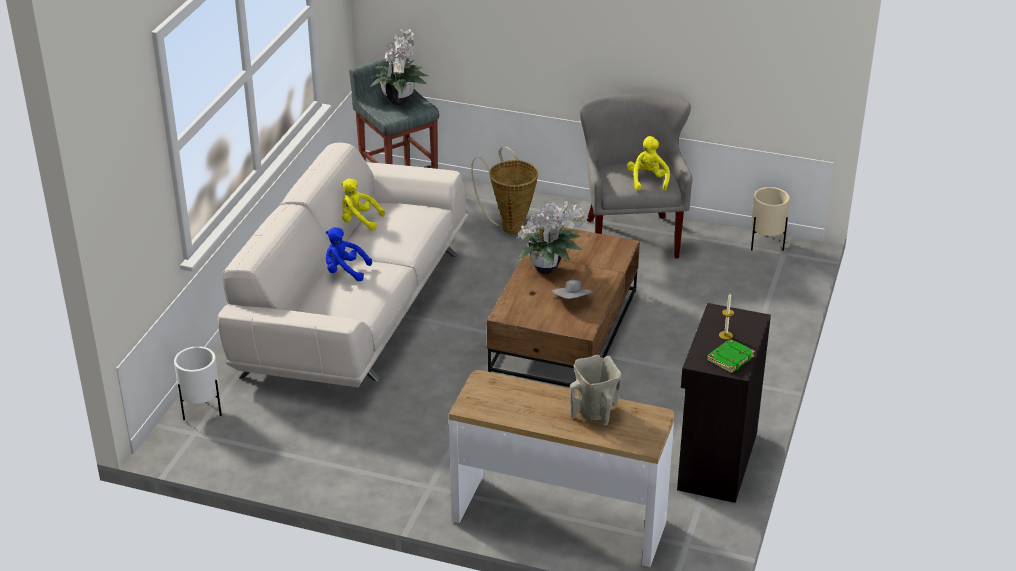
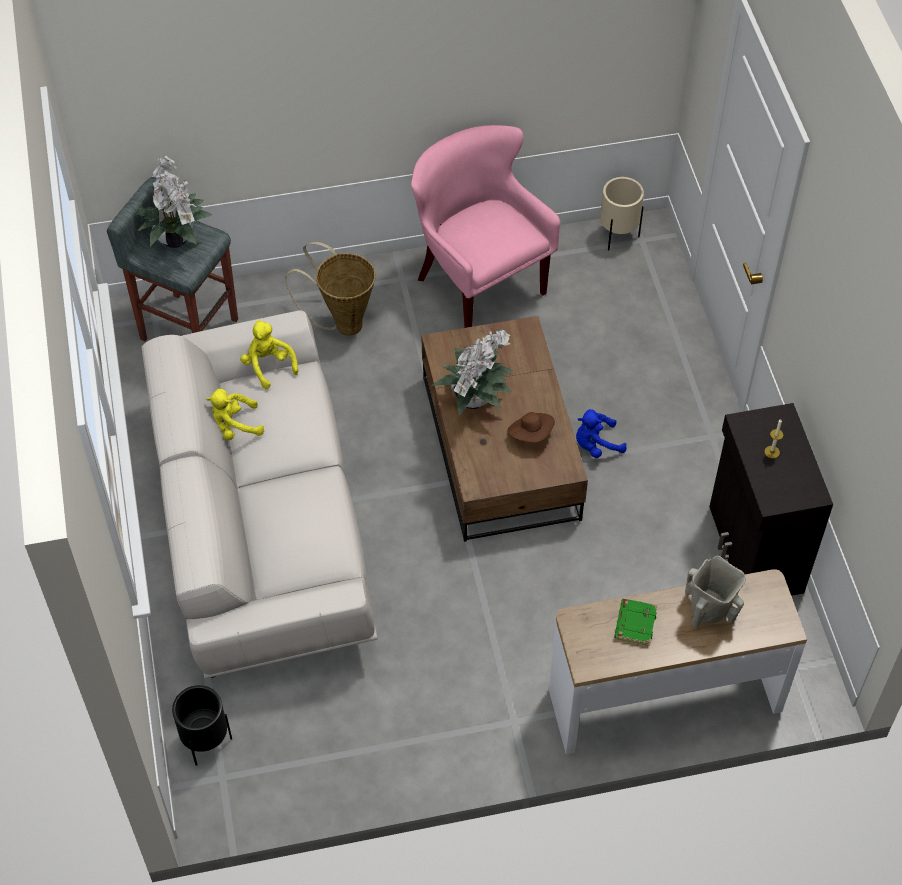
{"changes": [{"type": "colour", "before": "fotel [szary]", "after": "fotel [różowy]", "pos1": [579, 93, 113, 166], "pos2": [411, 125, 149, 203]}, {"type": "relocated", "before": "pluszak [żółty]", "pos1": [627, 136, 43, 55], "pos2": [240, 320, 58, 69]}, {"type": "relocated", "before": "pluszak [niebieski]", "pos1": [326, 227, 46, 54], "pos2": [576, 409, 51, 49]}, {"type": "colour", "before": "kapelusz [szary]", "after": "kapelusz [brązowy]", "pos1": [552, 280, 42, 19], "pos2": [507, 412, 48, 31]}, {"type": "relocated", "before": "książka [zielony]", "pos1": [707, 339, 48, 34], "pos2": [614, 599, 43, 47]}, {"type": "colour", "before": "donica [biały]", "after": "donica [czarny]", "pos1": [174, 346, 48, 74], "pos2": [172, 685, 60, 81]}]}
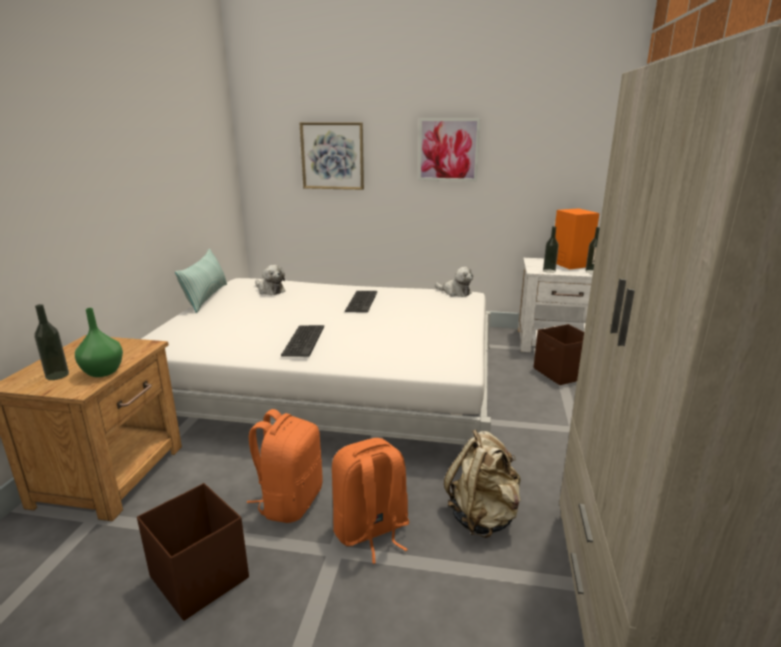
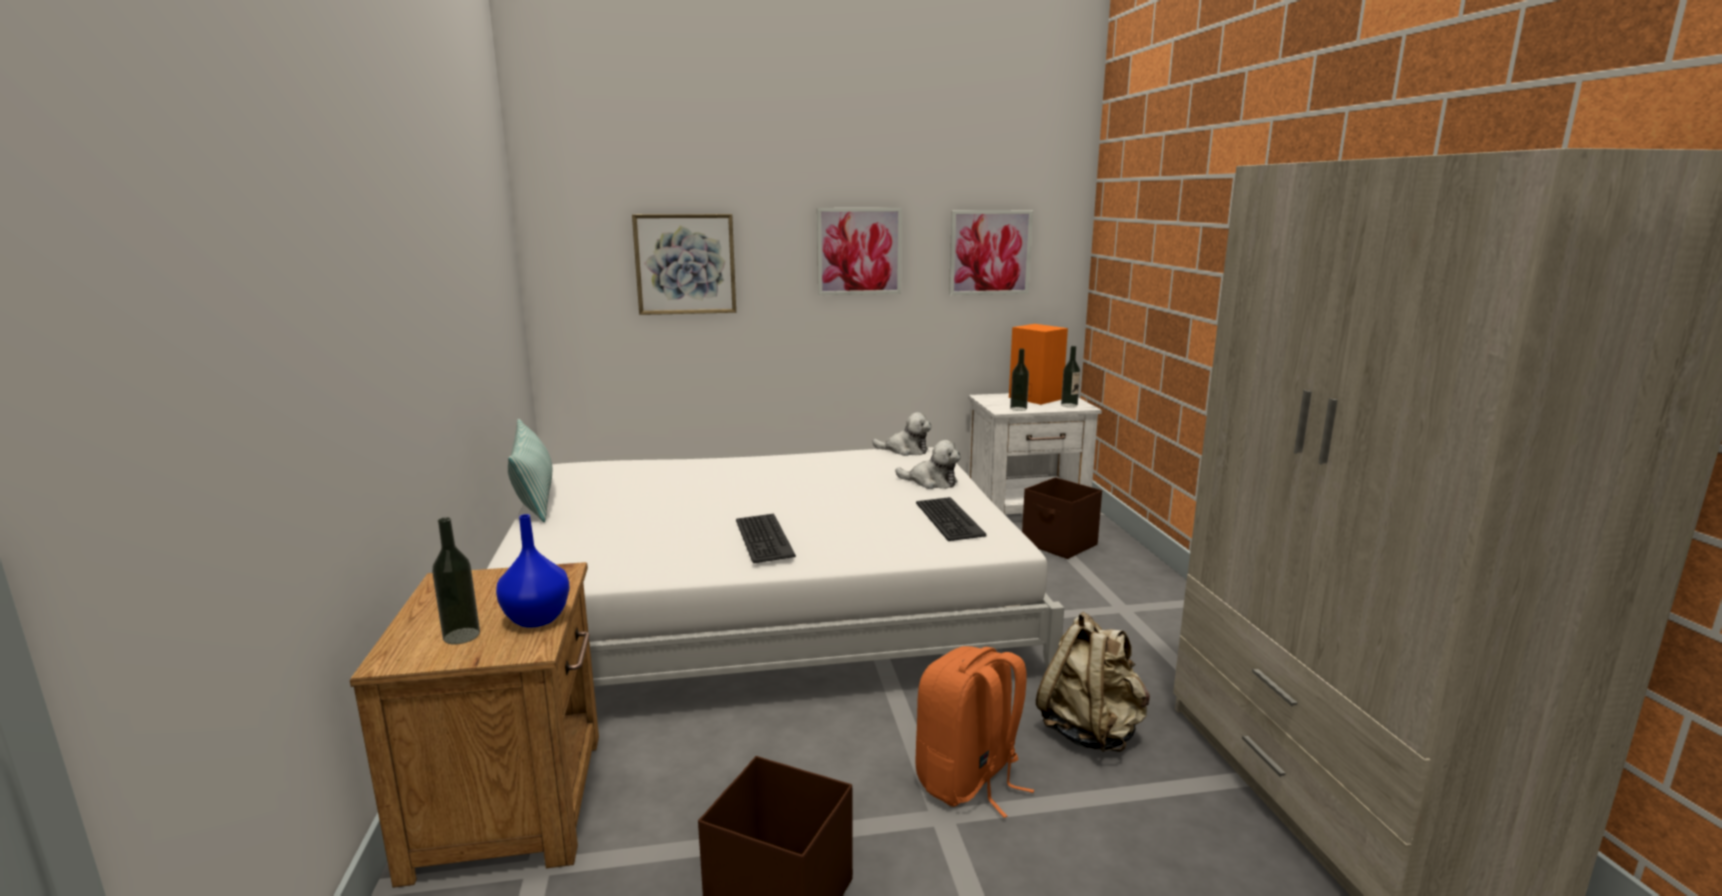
{"changes": [{"type": "relocated", "before": "pluszak", "pos1": [255, 265, 30, 30], "pos2": [895, 440, 66, 49]}, {"type": "relocated", "before": "klawiatura", "pos1": [345, 291, 32, 21], "pos2": [916, 497, 71, 44]}, {"type": "colour", "before": "wazon [zielony]", "after": "wazon [niebieski]", "pos1": [75, 308, 48, 69], "pos2": [496, 514, 74, 114]}, {"type": "missing", "before": "plecak [pomarańczowy]", "pos1": [247, 409, 76, 114]}, {"type": "appeared", "after": "obraz", "pos2": [949, 210, 84, 85]}]}
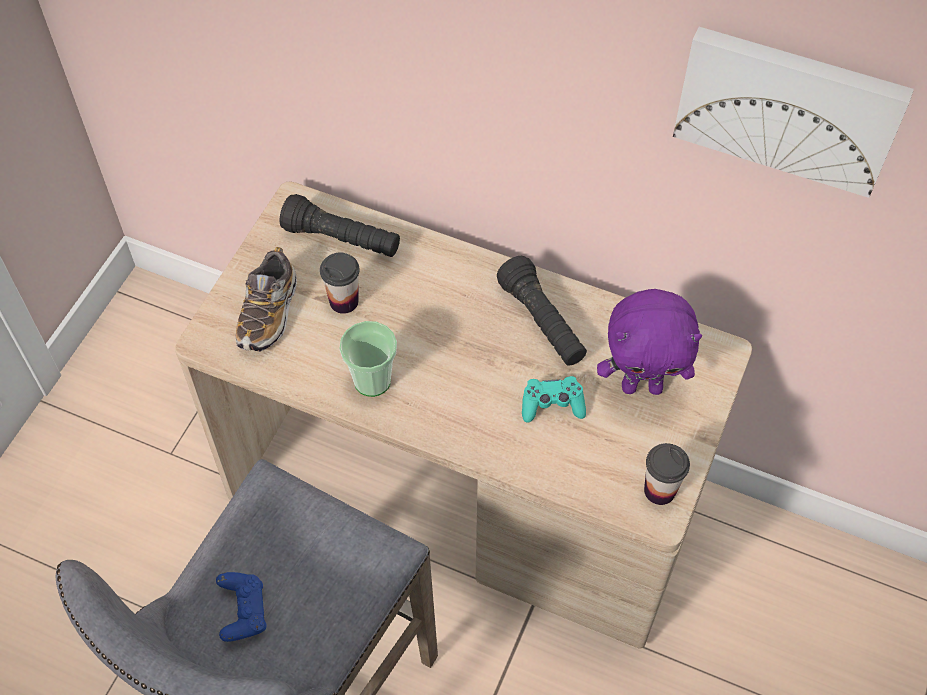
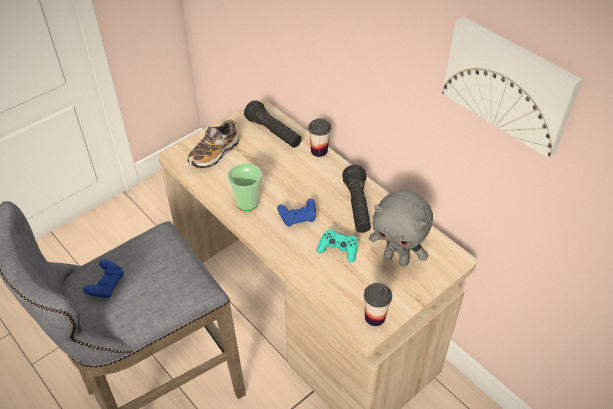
{"changes": [{"type": "relocated", "before": "filiżanka", "pos1": [320, 253, 40, 61], "pos2": [308, 119, 23, 38]}, {"type": "colour", "before": "pluszak [fioletowy]", "after": "pluszak [szary]", "pos1": [597, 289, 105, 106], "pos2": [369, 190, 64, 77]}, {"type": "appeared", "after": "pad do gier [niebieski]", "pos2": [277, 198, 39, 29]}]}
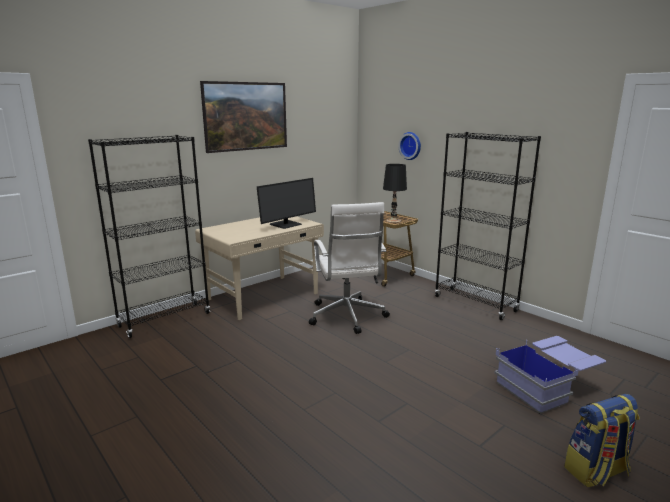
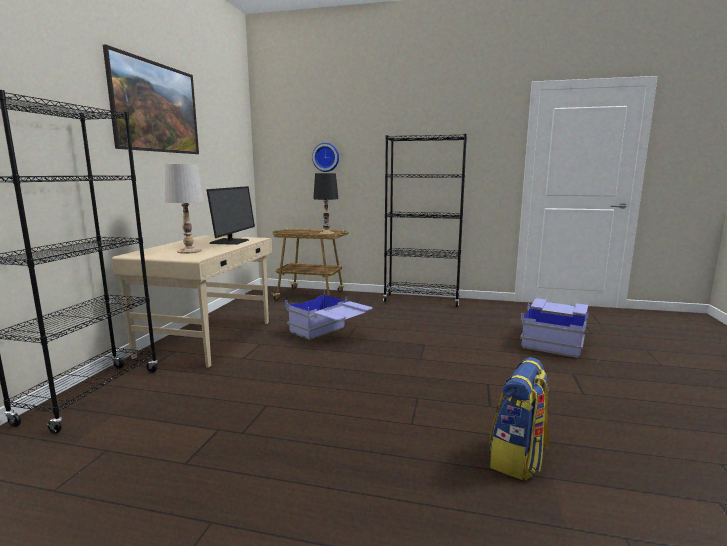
{"changes": [{"type": "exchanged", "before": "krzesło biurowe [biały]", "after": "pojemnik do przechowywania [niebieski]", "pos1": [309, 202, 81, 132], "pos2": [285, 295, 88, 45]}, {"type": "relocated", "before": "plecak", "pos1": [564, 394, 75, 93], "pos2": [489, 357, 60, 124]}, {"type": "appeared", "after": "lampa stołowa [biały]", "pos2": [165, 164, 39, 90]}]}
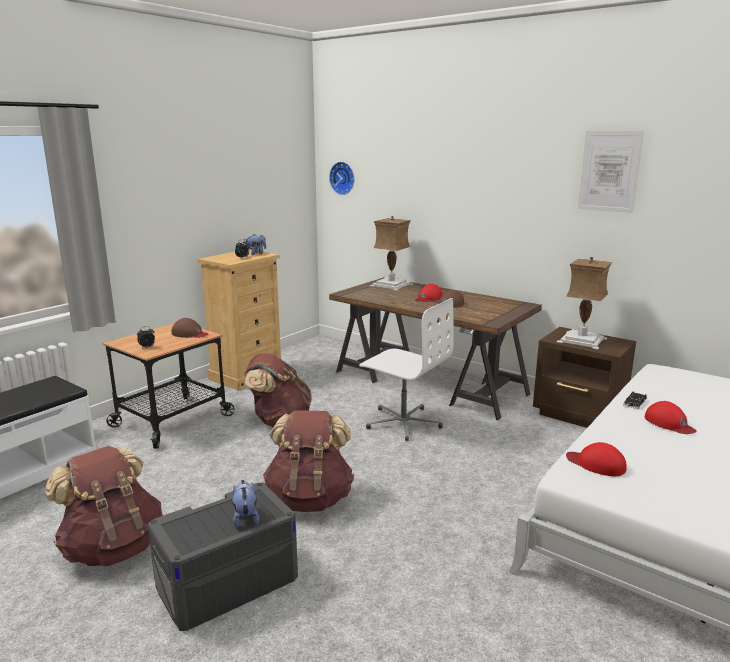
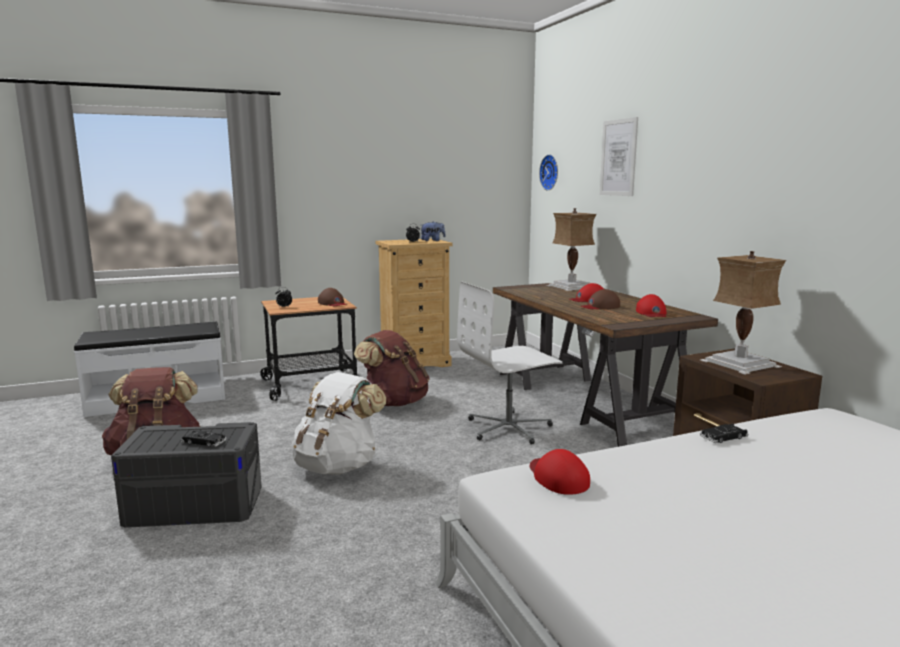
{"changes": [{"type": "relocated", "before": "obraz", "pos1": [578, 131, 67, 82], "pos2": [600, 117, 38, 79]}, {"type": "spun", "before": "krzesło biurowe [biały]", "pos1": [359, 298, 95, 143], "pos2": [457, 281, 106, 163], "turn": 90}, {"type": "relocated", "before": "czapka z daszkiem [czerwony]", "pos1": [645, 401, 52, 33], "pos2": [636, 294, 31, 23]}, {"type": "colour", "before": "plecak [brązowy]", "after": "plecak [biały]", "pos1": [263, 410, 91, 102], "pos2": [292, 372, 94, 103]}, {"type": "exchanged", "before": "pluszak", "after": "samochodzik [czarny]", "pos1": [232, 480, 27, 48], "pos2": [181, 431, 45, 16]}]}
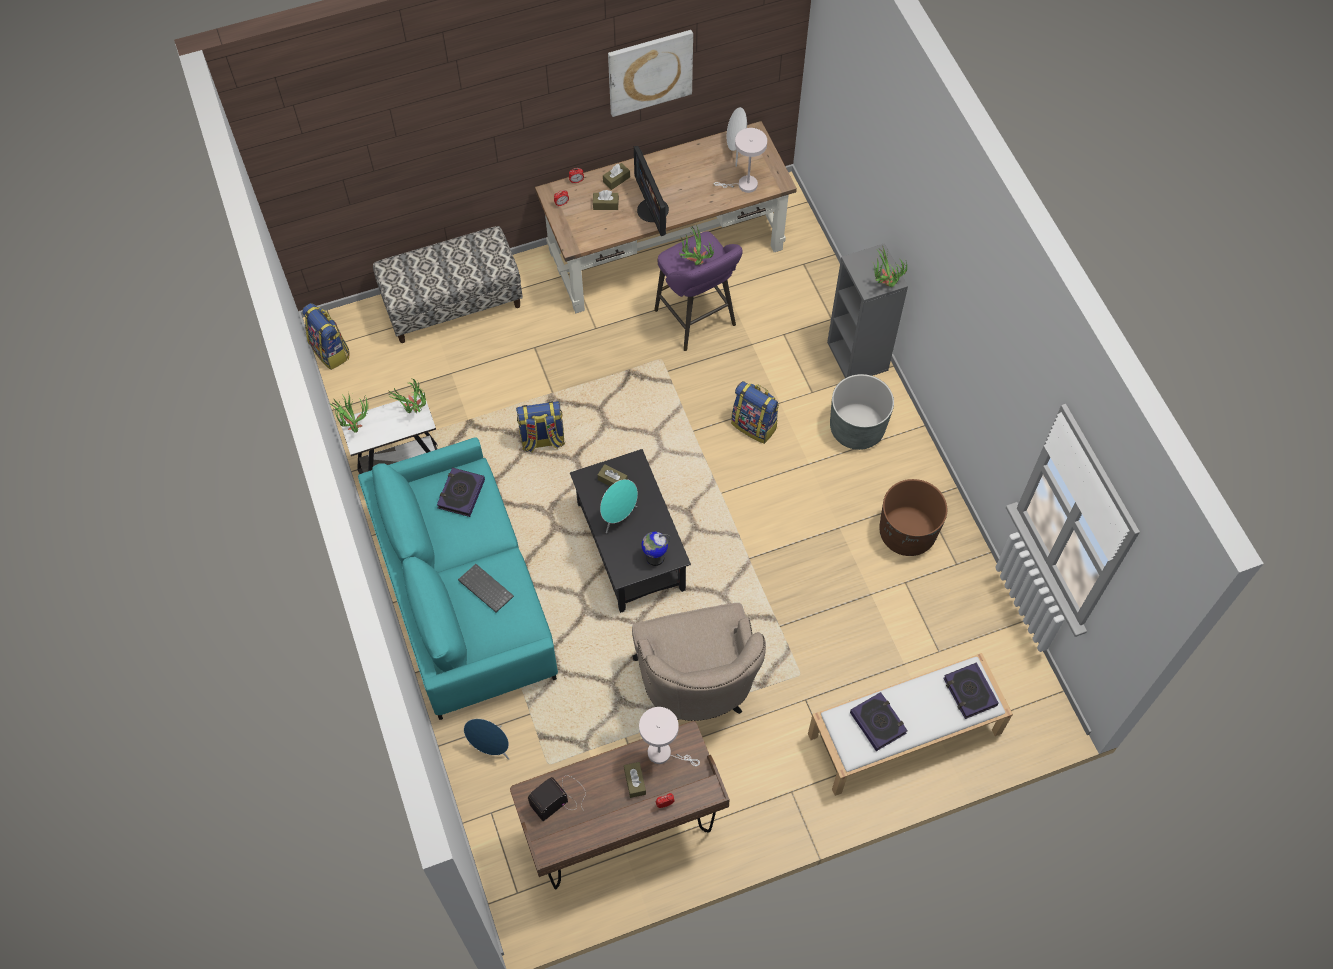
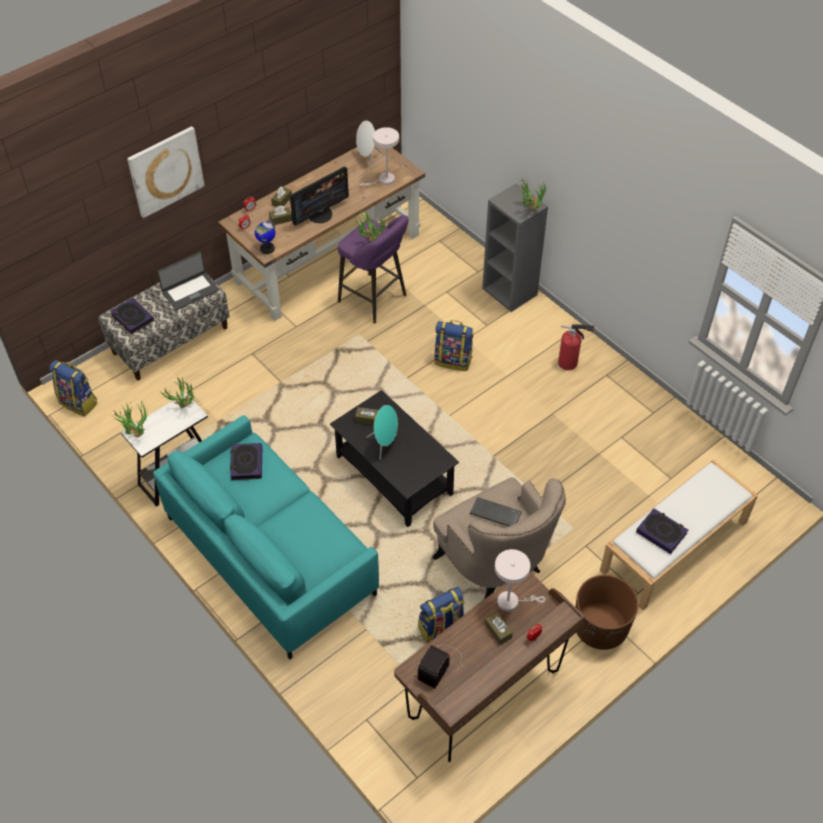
{"changes": [{"type": "relocated", "before": "obraz", "pos1": [608, 30, 85, 87], "pos2": [127, 126, 78, 92]}, {"type": "spun", "before": "monitor", "pos1": [634, 146, 35, 90], "pos2": [290, 166, 59, 60], "turn": -90}, {"type": "missing", "before": "donica [szary]", "pos1": [830, 374, 64, 76]}, {"type": "relocated", "before": "plecak", "pos1": [516, 401, 49, 52], "pos2": [418, 587, 47, 57]}, {"type": "relocated", "before": "donica [brązowy]", "pos1": [879, 479, 68, 77], "pos2": [575, 575, 64, 75]}, {"type": "relocated", "before": "globus", "pos1": [642, 532, 28, 34], "pos2": [255, 220, 20, 34]}, {"type": "relocated", "before": "klawiatura", "pos1": [458, 564, 56, 48], "pos2": [470, 497, 52, 29]}, {"type": "relocated", "before": "książka", "pos1": [943, 662, 55, 57], "pos2": [110, 298, 44, 37]}, {"type": "missing", "before": "głośnik [niebieski]", "pos1": [464, 719, 45, 41]}, {"type": "appeared", "after": "laptop", "pos2": [157, 252, 62, 58]}, {"type": "appeared", "after": "gaśnica", "pos2": [558, 324, 36, 46]}]}
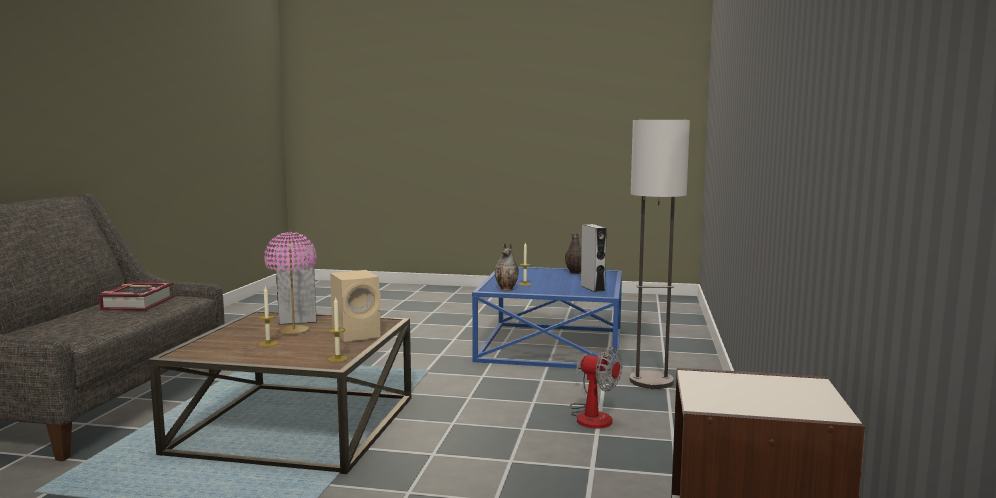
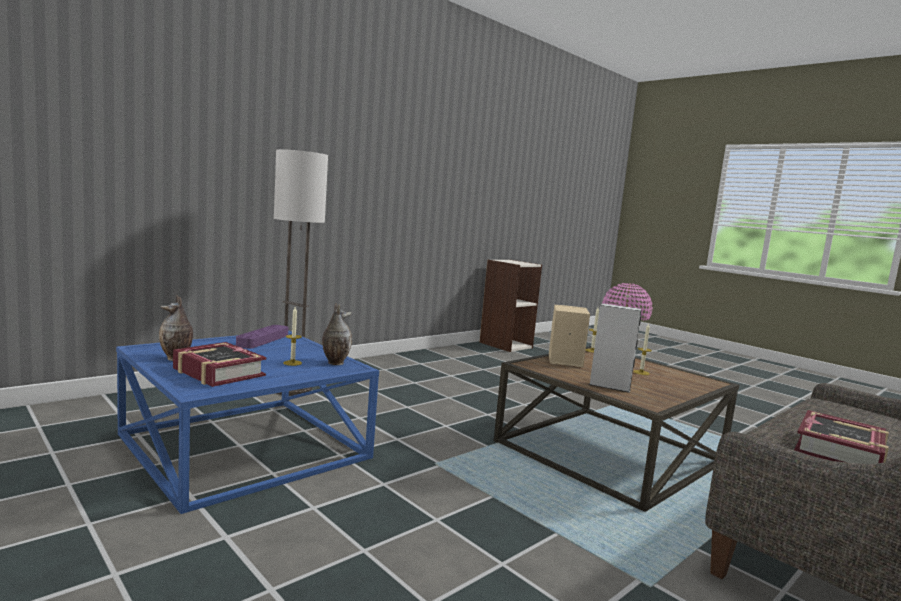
{"changes": [{"type": "exchanged", "before": "głośnik [szary]", "after": "taca [fioletowy]", "pos1": [581, 224, 26, 68], "pos2": [236, 325, 52, 24]}, {"type": "missing", "before": "wentylator", "pos1": [570, 346, 52, 83]}, {"type": "appeared", "after": "książka", "pos2": [173, 342, 94, 45]}]}
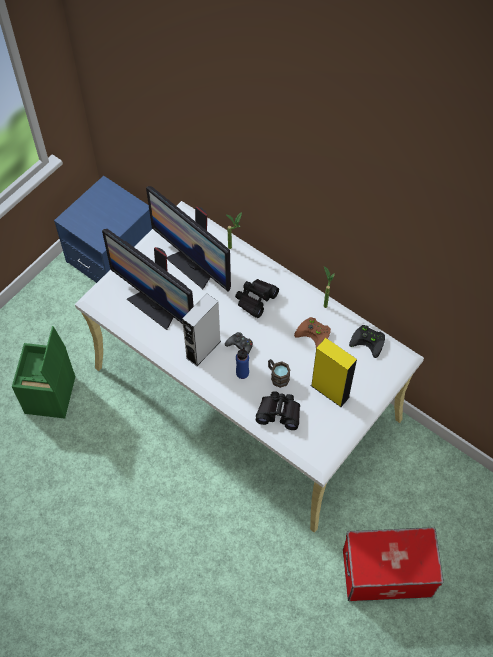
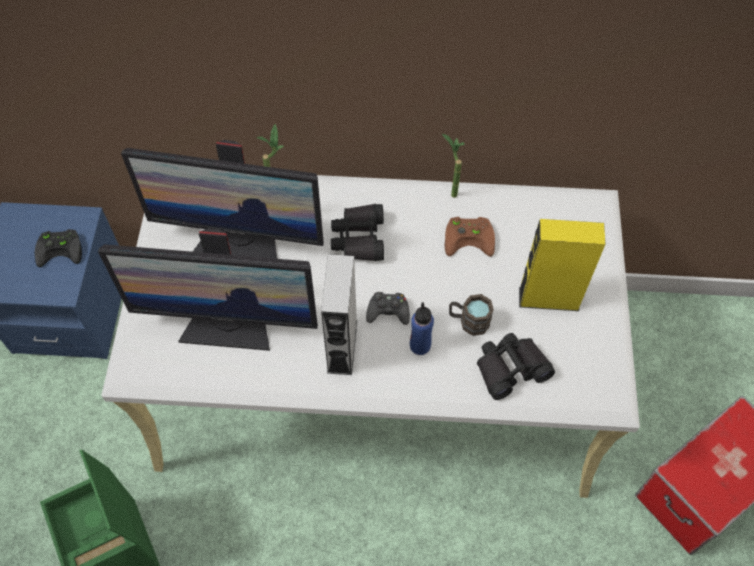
{"changes": [{"type": "relocated", "before": "pad do gier [czarny]", "pos1": [349, 325, 36, 33], "pos2": [35, 229, 47, 38]}]}
